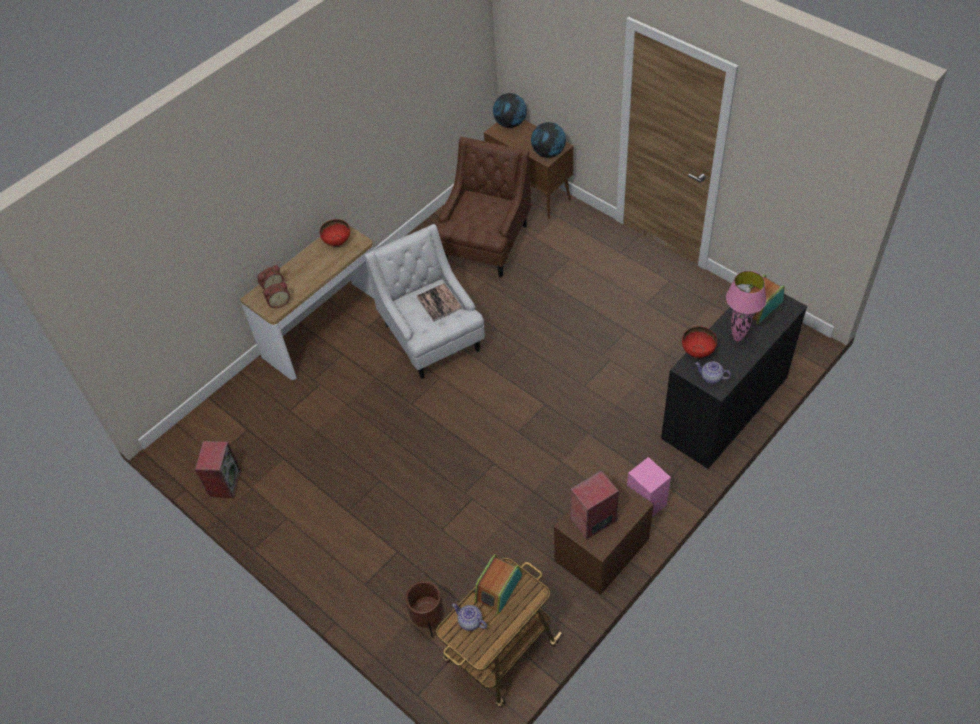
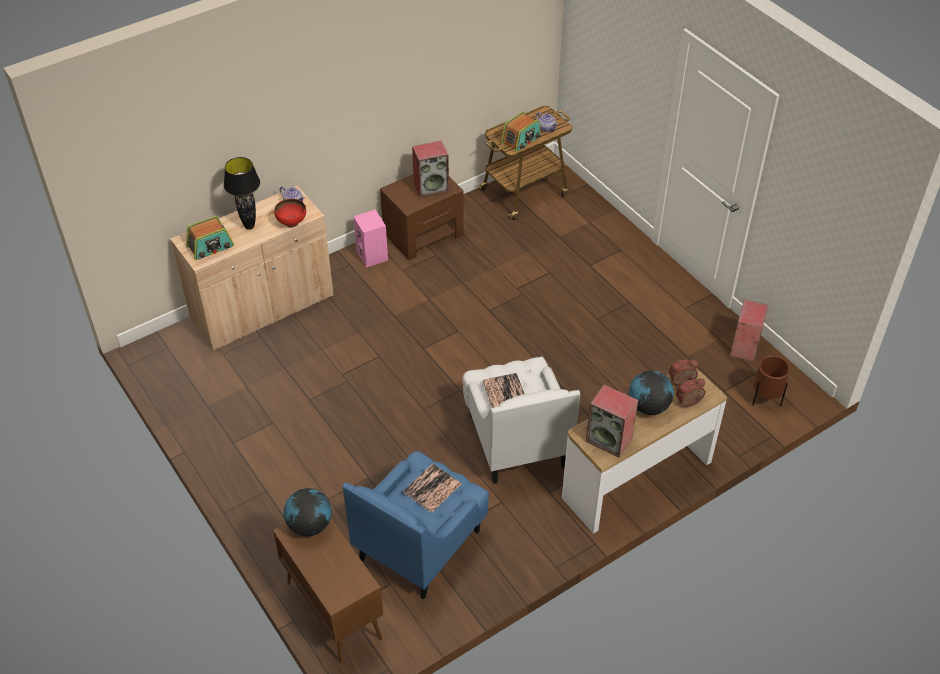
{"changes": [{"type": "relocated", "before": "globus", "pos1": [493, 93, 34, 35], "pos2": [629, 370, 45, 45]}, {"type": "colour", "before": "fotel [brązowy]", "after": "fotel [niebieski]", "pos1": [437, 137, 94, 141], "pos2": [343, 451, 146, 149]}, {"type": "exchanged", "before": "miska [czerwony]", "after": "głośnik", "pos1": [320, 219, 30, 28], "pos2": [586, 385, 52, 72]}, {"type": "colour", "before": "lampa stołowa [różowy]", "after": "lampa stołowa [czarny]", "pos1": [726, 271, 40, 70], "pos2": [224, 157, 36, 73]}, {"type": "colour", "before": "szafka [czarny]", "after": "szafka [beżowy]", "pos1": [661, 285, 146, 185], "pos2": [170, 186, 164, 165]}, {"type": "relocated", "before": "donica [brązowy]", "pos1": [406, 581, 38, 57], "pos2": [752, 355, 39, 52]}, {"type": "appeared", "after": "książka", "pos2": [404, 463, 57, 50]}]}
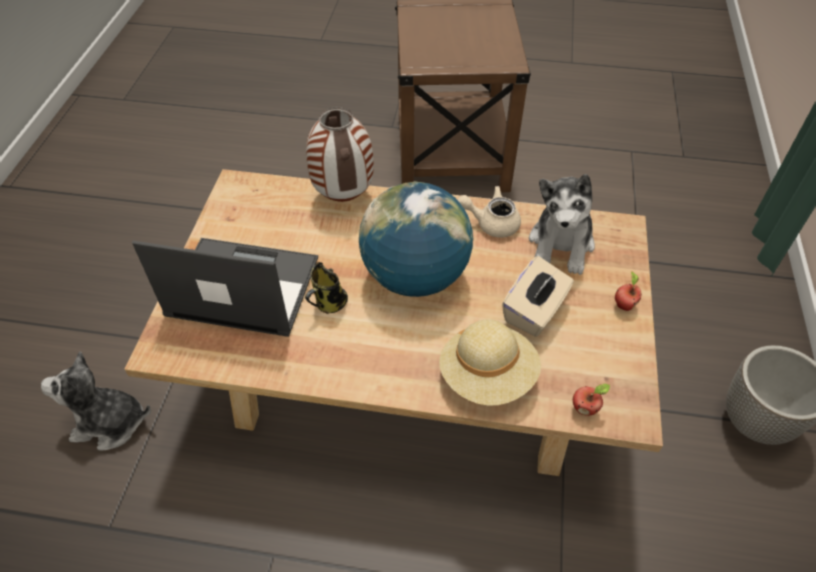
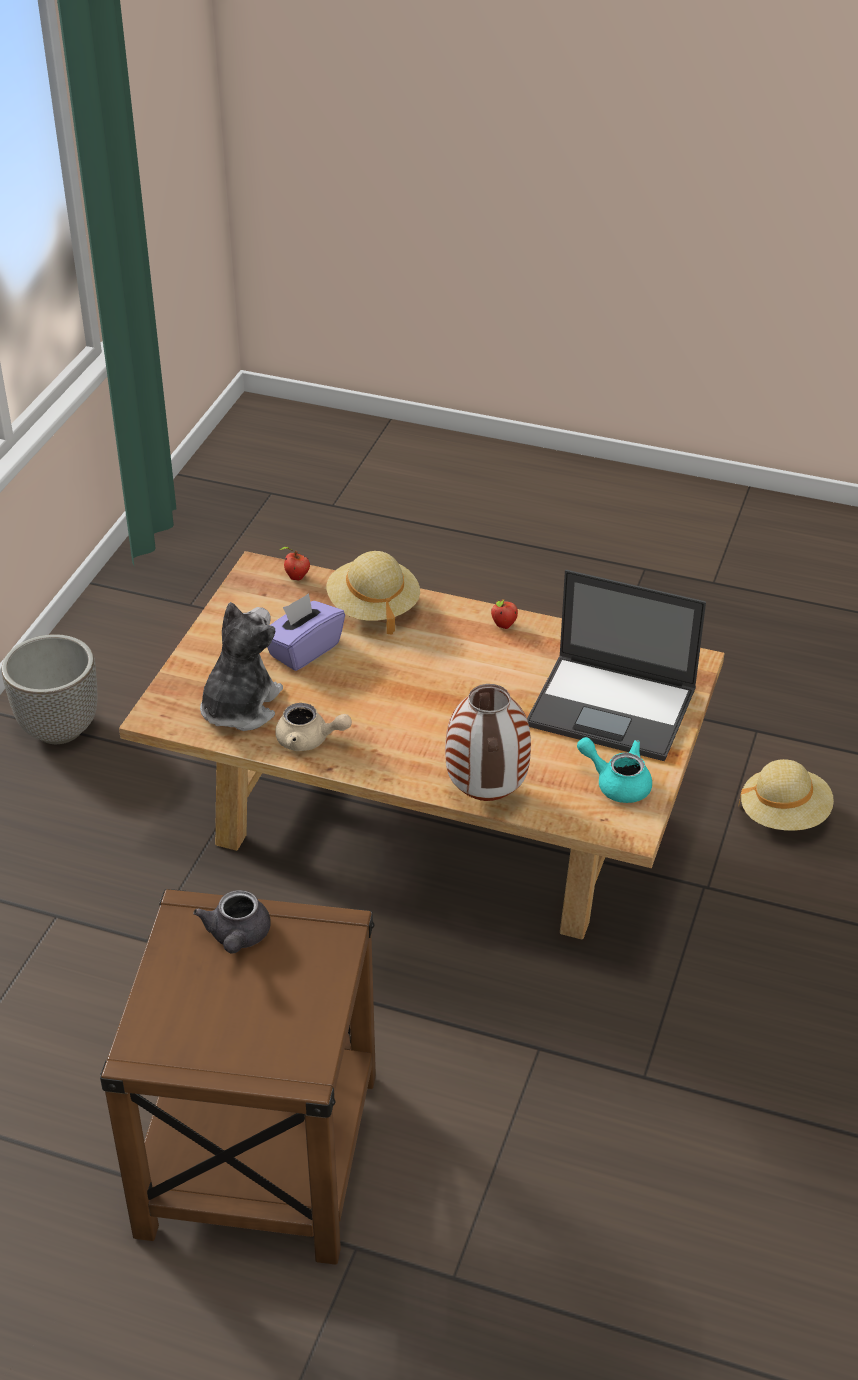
{"changes": [{"type": "missing", "before": "globus", "pos1": [359, 181, 115, 116]}, {"type": "colour", "before": "pudełko chusteczek [beżowy]", "after": "pudełko chusteczek [fioletowy]", "pos1": [502, 256, 72, 81], "pos2": [267, 593, 78, 78]}, {"type": "missing", "before": "kubek", "pos1": [305, 262, 43, 52]}, {"type": "relocated", "before": "jabłko", "pos1": [615, 272, 27, 39], "pos2": [491, 599, 27, 30]}, {"type": "exchanged", "before": "pluszak", "after": "kapelusz [beżowy]", "pos1": [41, 351, 110, 100], "pos2": [738, 759, 96, 72]}, {"type": "appeared", "after": "imbryk [turkusowy]", "pos2": [577, 737, 75, 66]}, {"type": "appeared", "after": "imbryk [szary]", "pos2": [193, 890, 78, 64]}]}
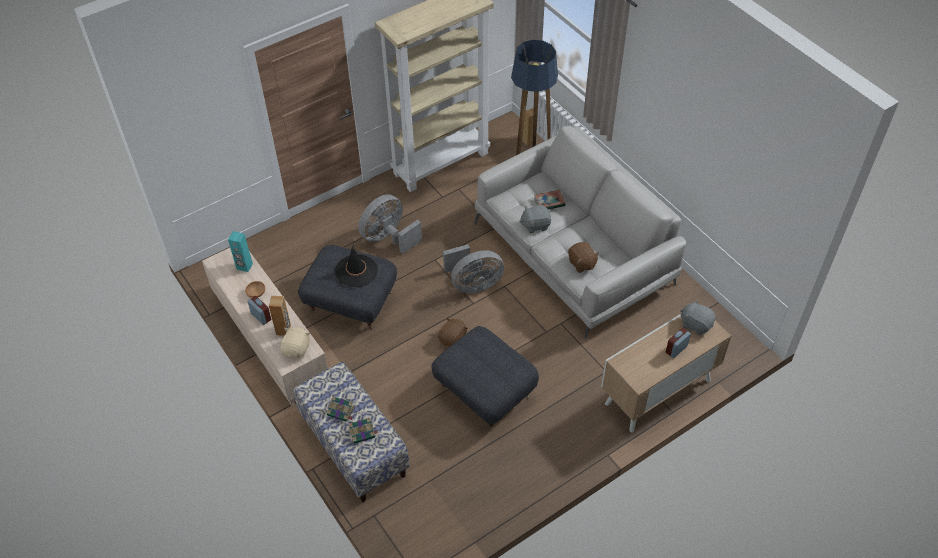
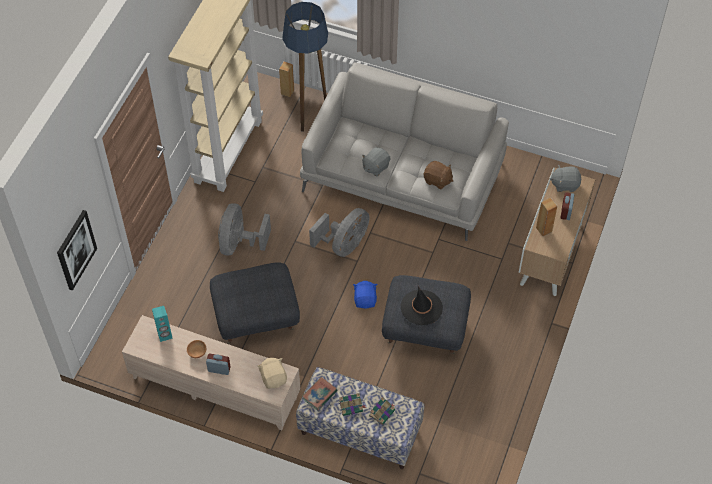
{"changes": [{"type": "relocated", "before": "książka", "pos1": [534, 190, 32, 19], "pos2": [302, 377, 35, 34]}, {"type": "relocated", "before": "kapelusz [czarny]", "pos1": [335, 245, 43, 42], "pos2": [401, 286, 42, 39]}, {"type": "relocated", "before": "głośnik [brązowy]", "pos1": [269, 296, 22, 40], "pos2": [536, 197, 21, 39]}, {"type": "colour", "before": "pluszak [brązowy]", "after": "pluszak [niebieski]", "pos1": [438, 317, 30, 29], "pos2": [353, 281, 24, 28]}, {"type": "appeared", "after": "obraz", "pos2": [57, 210, 40, 81]}]}
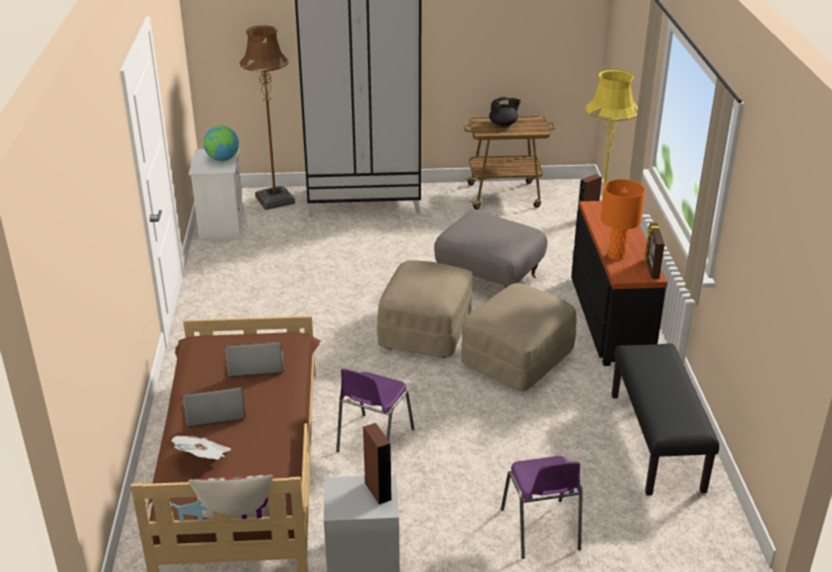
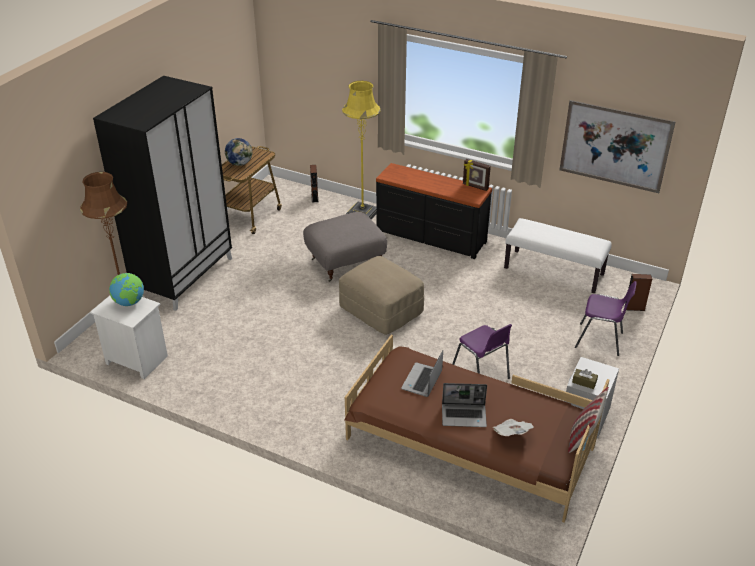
{"changes": [{"type": "exchanged", "before": "imbryk [czarny]", "after": "globus", "pos1": [489, 97, 32, 30], "pos2": [225, 138, 27, 28]}, {"type": "missing", "before": "lampa stołowa [pomarańczowy]", "pos1": [601, 179, 44, 81]}, {"type": "missing", "before": "pufa [beżowy]", "pos1": [461, 283, 116, 109]}, {"type": "colour", "before": "ławka [czarny]", "after": "ławka [biały]", "pos1": [612, 343, 107, 153], "pos2": [504, 218, 108, 75]}, {"type": "spun", "before": "laptop", "pos1": [182, 388, 64, 39], "pos2": [442, 383, 45, 44], "turn": -105}, {"type": "relocated", "before": "głośnik [brązowy]", "pos1": [363, 423, 29, 81], "pos2": [624, 274, 28, 37]}, {"type": "appeared", "after": "obraz", "pos2": [560, 100, 116, 93]}, {"type": "appeared", "after": "pudełko chusteczek [brązowy]", "pos2": [572, 369, 26, 20]}]}
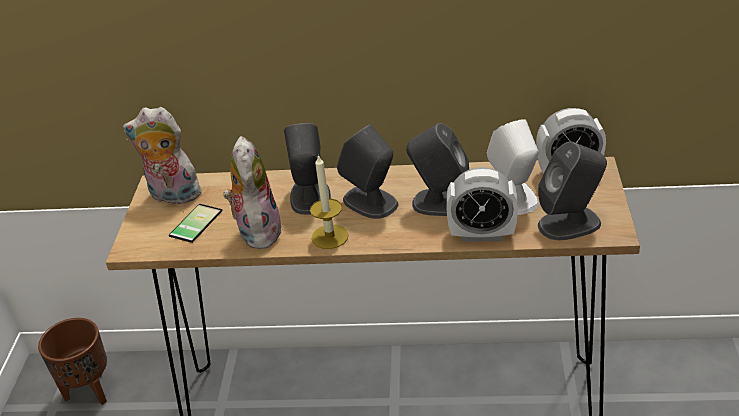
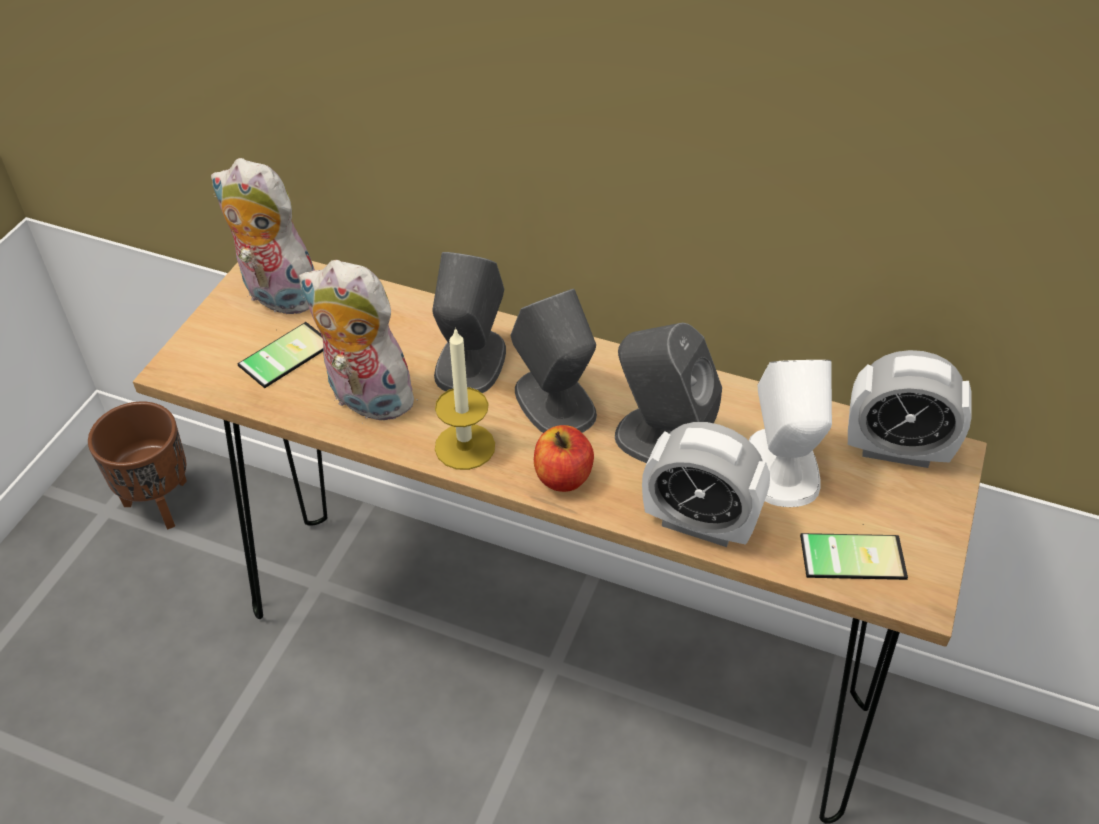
{"changes": [{"type": "spun", "before": "pluszak", "pos1": [223, 136, 60, 113], "pos2": [299, 260, 119, 160], "turn": -75}, {"type": "exchanged", "before": "głośnik [szary]", "after": "telefon", "pos1": [538, 142, 69, 98], "pos2": [800, 533, 108, 47]}, {"type": "appeared", "after": "jabłko", "pos2": [534, 425, 60, 67]}]}
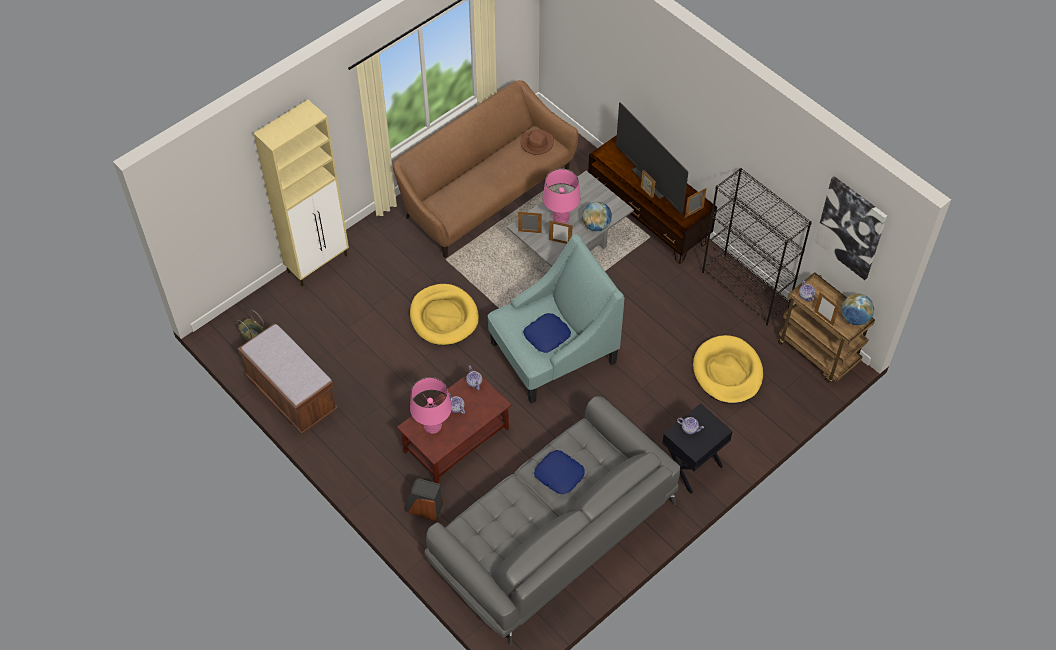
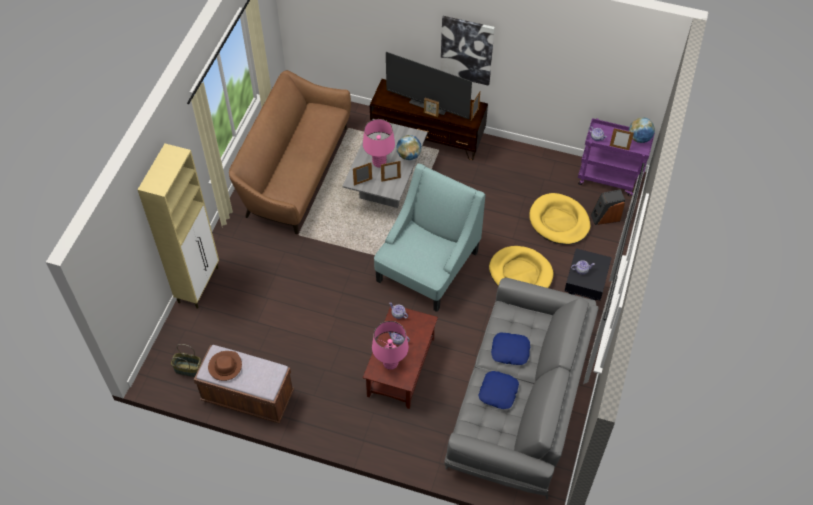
{"changes": [{"type": "relocated", "before": "kapelusz [brązowy]", "pos1": [520, 129, 34, 26], "pos2": [208, 351, 34, 30]}, {"type": "missing", "before": "regał [czarny]", "pos1": [702, 168, 110, 157]}, {"type": "relocated", "before": "obraz", "pos1": [815, 176, 72, 104], "pos2": [440, 16, 55, 70]}, {"type": "colour", "before": "wózek [brązowy]", "after": "wózek [fioletowy]", "pos1": [778, 272, 97, 111], "pos2": [578, 118, 77, 79]}, {"type": "relocated", "before": "legowisko [żółty]", "pos1": [410, 284, 69, 61], "pos2": [489, 246, 65, 42]}, {"type": "relocated", "before": "poduszka [niebieski]", "pos1": [523, 313, 48, 40], "pos2": [478, 371, 41, 38]}, {"type": "relocated", "before": "głośnik", "pos1": [405, 478, 38, 44], "pos2": [590, 189, 35, 36]}]}
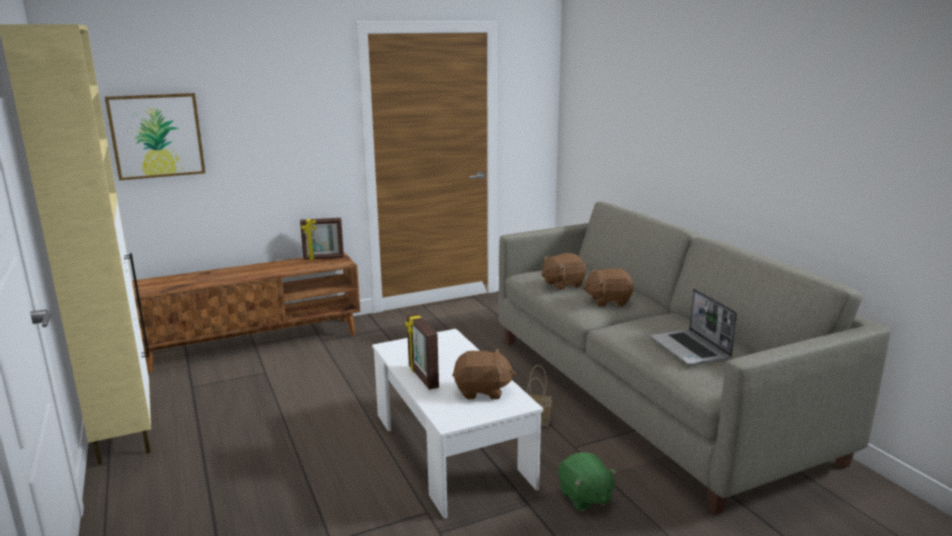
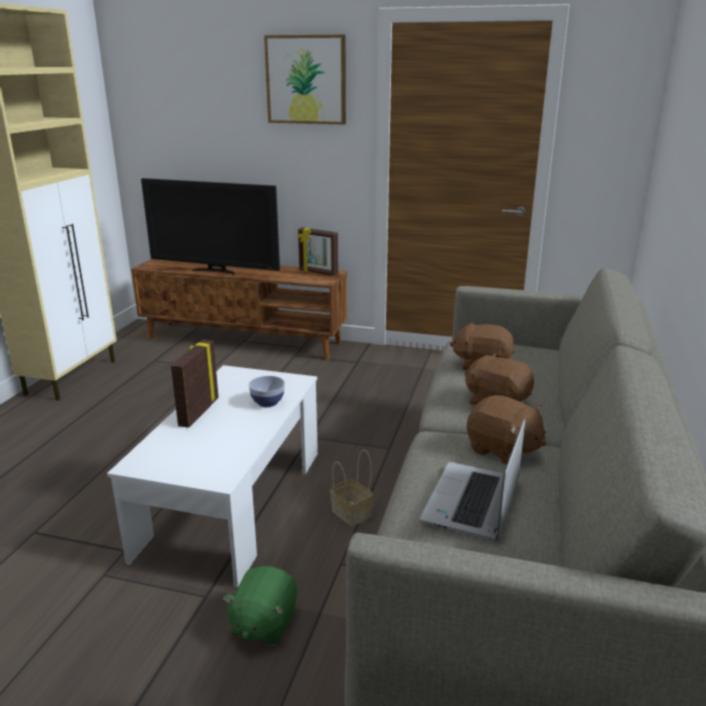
{"changes": [{"type": "relocated", "before": "obraz", "pos1": [105, 93, 101, 87], "pos2": [264, 34, 82, 91]}, {"type": "relocated", "before": "pluszak [brązowy]", "pos1": [452, 349, 64, 50], "pos2": [467, 395, 79, 70]}, {"type": "appeared", "after": "telewizor", "pos2": [141, 178, 139, 97]}, {"type": "appeared", "after": "miska", "pos2": [249, 376, 36, 31]}]}
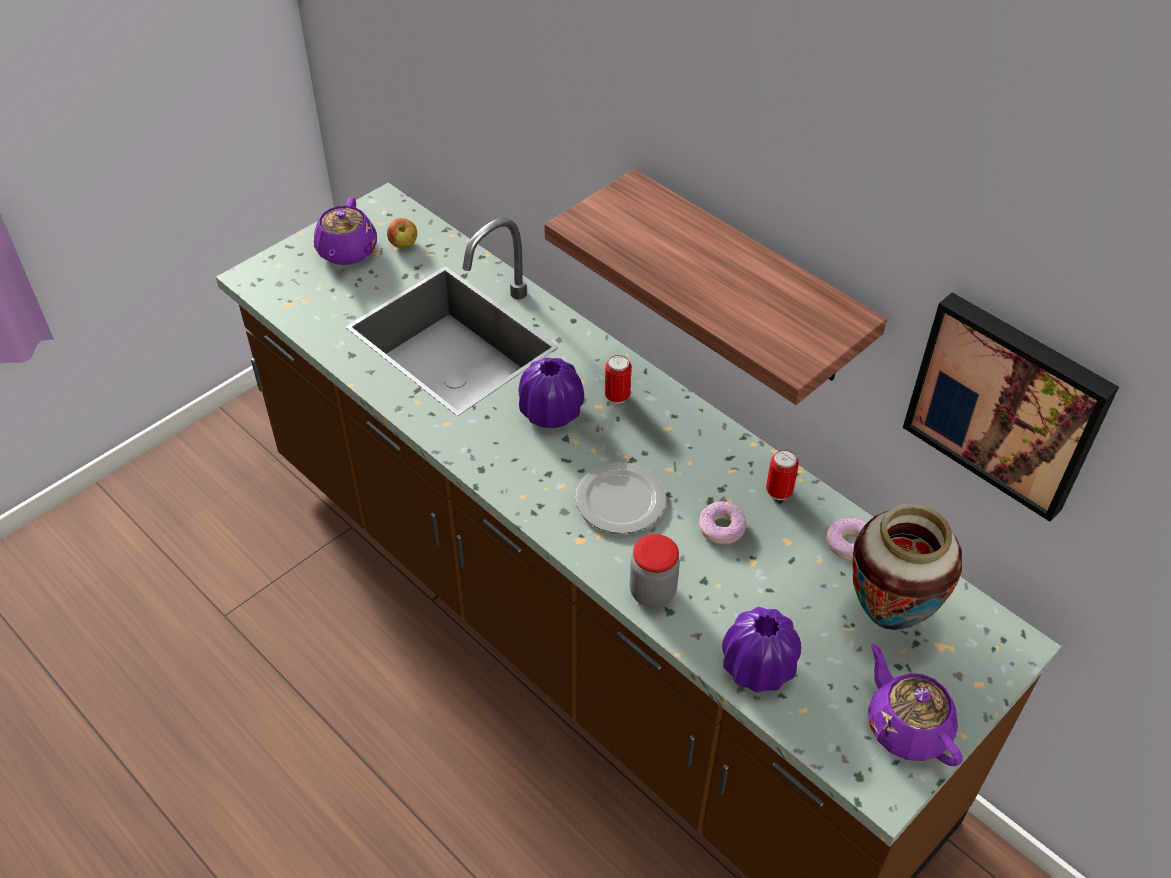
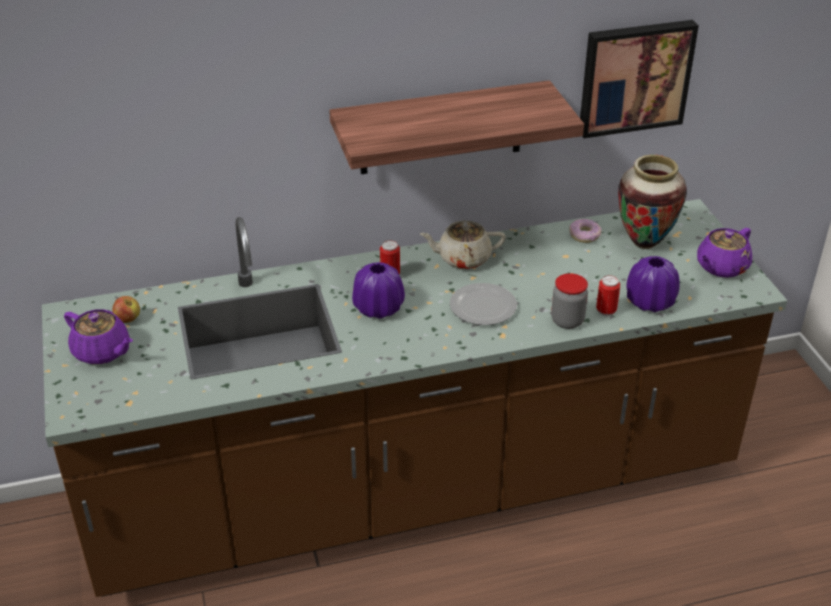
{"changes": [{"type": "relocated", "before": "puszka", "pos1": [766, 450, 33, 50], "pos2": [596, 275, 24, 41]}, {"type": "missing", "before": "donut", "pos1": [699, 502, 48, 42]}, {"type": "spun", "before": "imbryk [fioletowy]", "pos1": [868, 644, 95, 122], "pos2": [697, 228, 55, 50], "turn": -45}, {"type": "appeared", "after": "imbryk [beżowy]", "pos2": [420, 221, 86, 48]}]}
